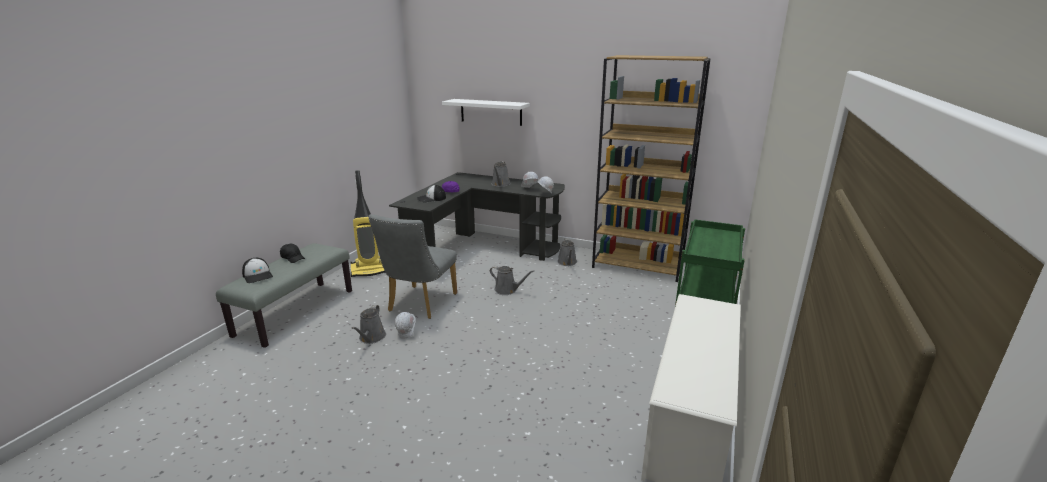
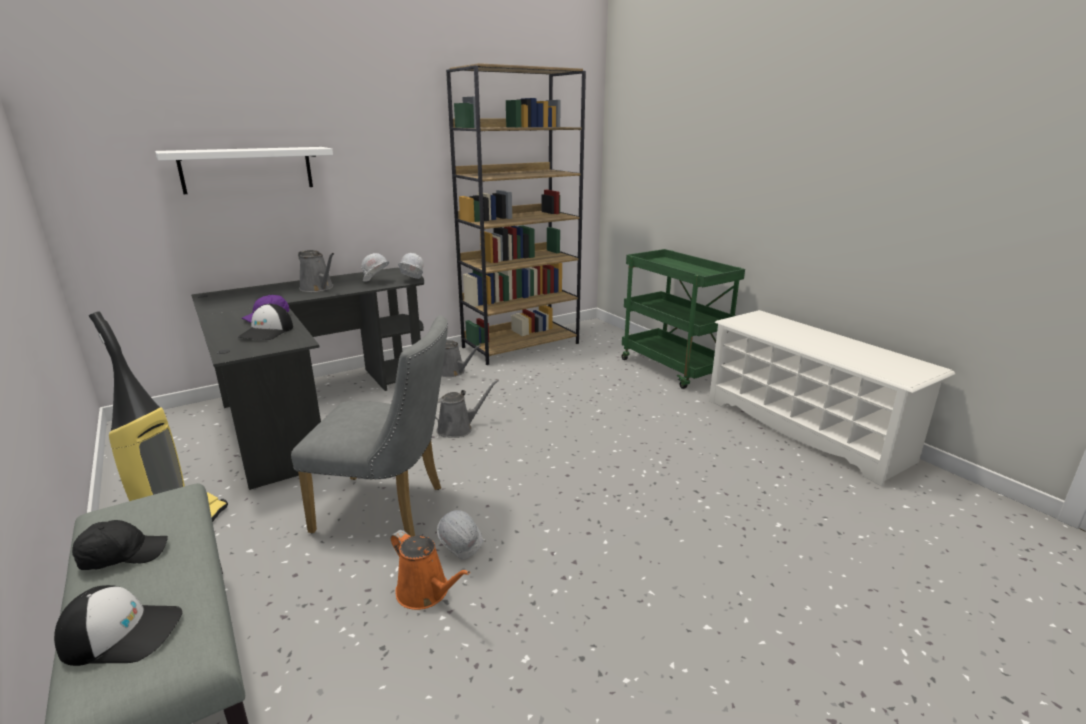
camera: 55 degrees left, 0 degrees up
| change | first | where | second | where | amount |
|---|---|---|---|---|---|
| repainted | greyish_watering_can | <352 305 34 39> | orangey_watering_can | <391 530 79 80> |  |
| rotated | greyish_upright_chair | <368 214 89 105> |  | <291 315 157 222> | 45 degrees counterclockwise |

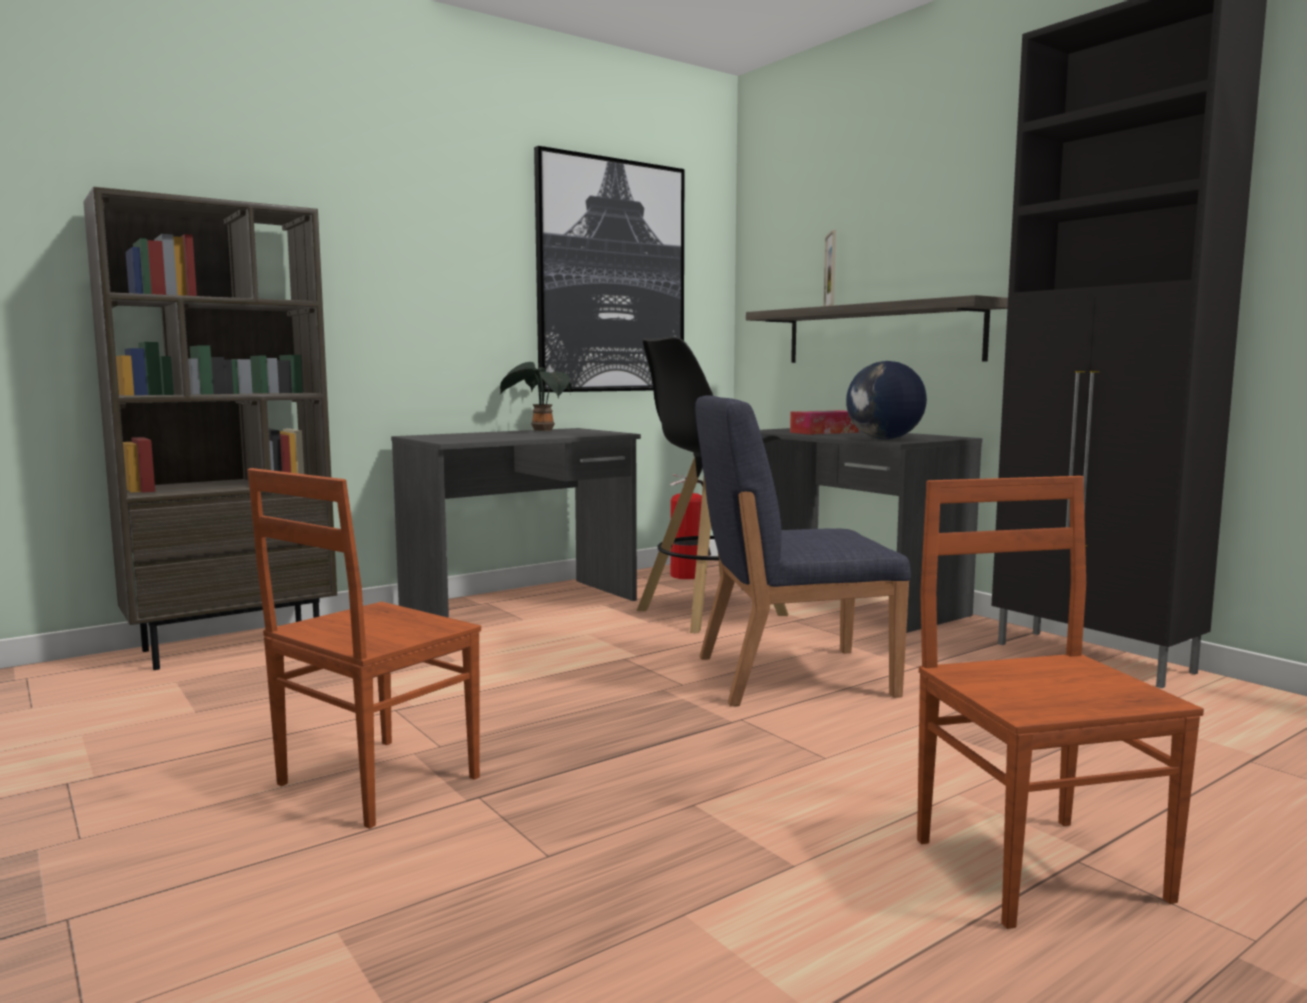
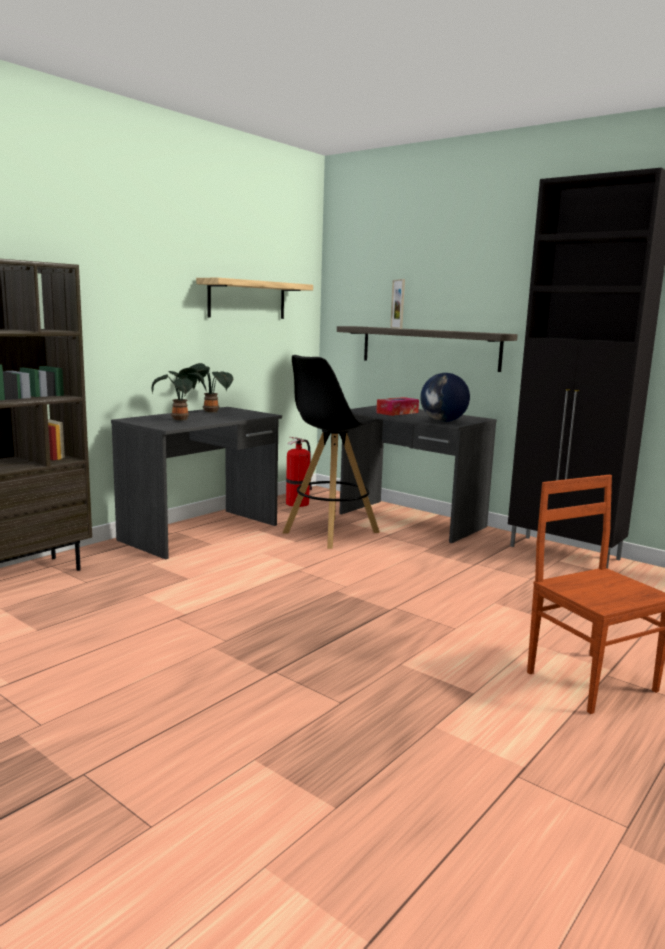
camera: 15 degrees left, 5 degrees up
| change | first | where | second | where | amount |
|---|---|---|---|---|---|
| gone | brownish_upright_chair | <247 468 234 361> |  |  |  |
| swapped | picture | <534 146 150 246> | wall_shelf | <196 278 117 41> |  |
| gone | bluish_upright_chair | <695 395 216 311> |  |  |  |
| new |  |  | potted_plant | <152 368 54 52> |  |

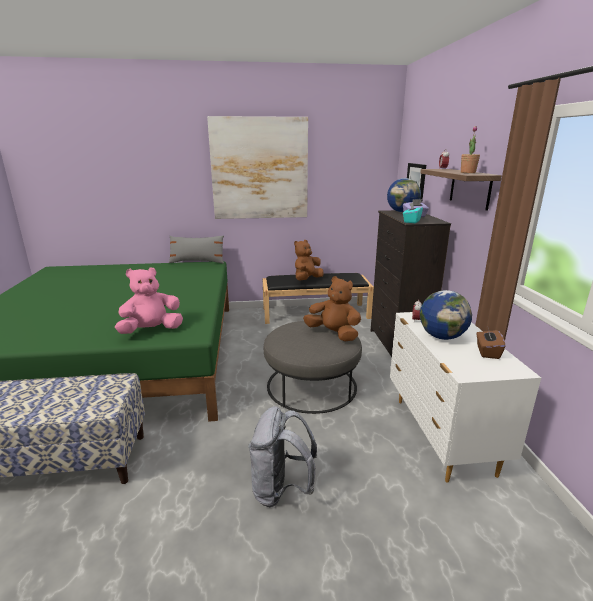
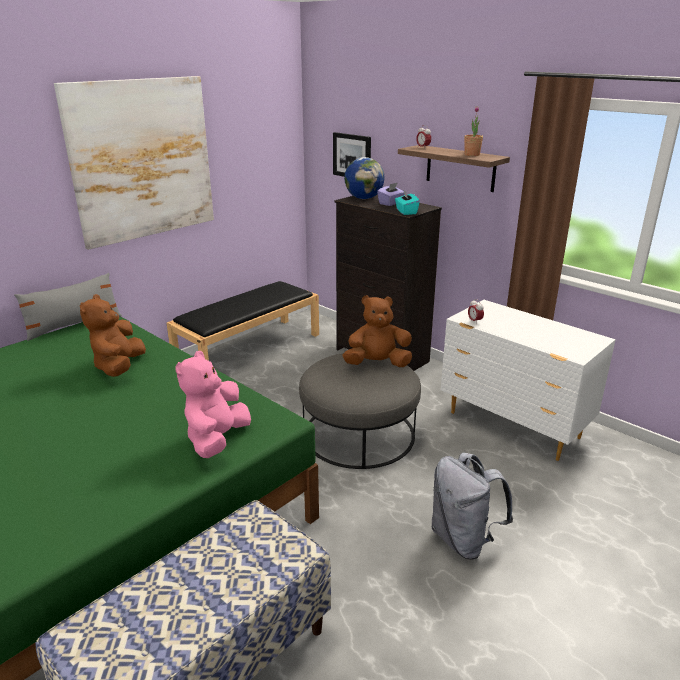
camera: 40 degrees left, 5 degrees up
| change | first | where | second | where | amount |
|---|---|---|---|---|---|
| shifted | brownish_soft_toy | <294 240 30 41> |  | <80 294 66 83> |  |
| gone | globe | <420 290 52 50> |  |  |  |
| gone | brownish_box_of_tissues | <476 329 29 30> |  |  |  |

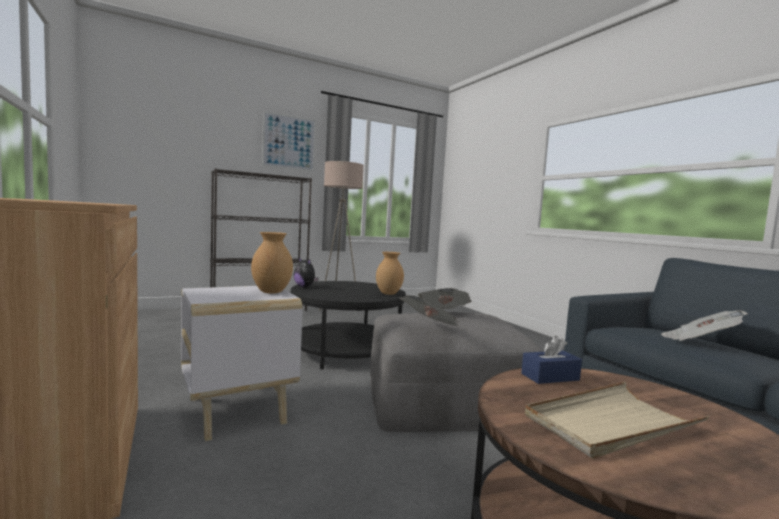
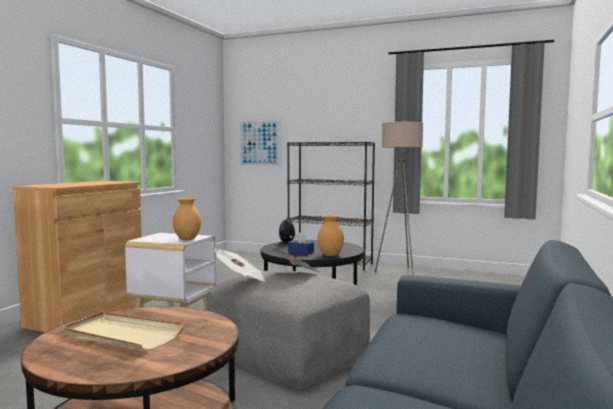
camera: 50 degrees right, 0 degrees up
| change | first | where | second | where | amount |
|---|---|---|---|---|---|
| shifted | picture | <262 111 54 61> |  | <239 120 42 47> |  |
| shifted | bluish_box_of_tissues | <521 336 61 48> |  | <288 232 26 22> |  |
| gone | newspaper | <661 311 87 30> |  |  |  |

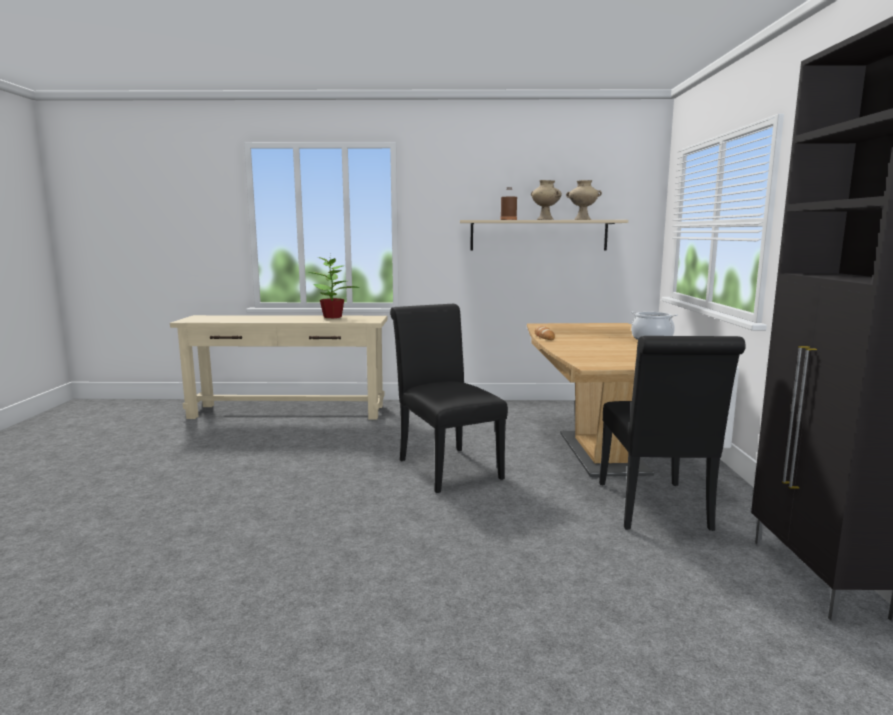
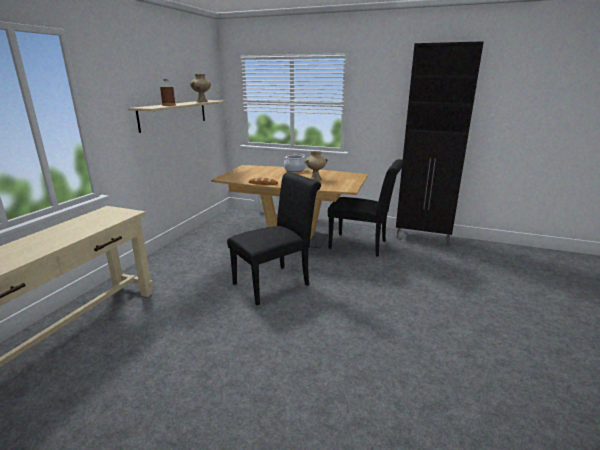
camera: 70 degrees left, 10 degrees up
| change | first | where | second | where | amount |
|---|---|---|---|---|---|
| gone | potted_plant | <307 257 52 61> |  |  |  |
| rotated | blackish_upright_chair | <390 304 118 189> |  | <227 172 94 133> | 150 degrees clockwise |
| shifted | sand-coloured_flower_vase | <531 180 31 40> |  | <304 151 24 29> |  |

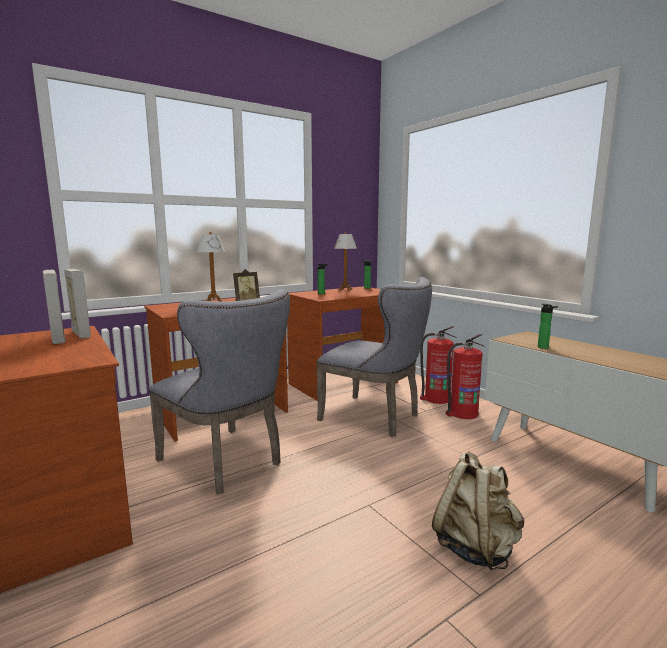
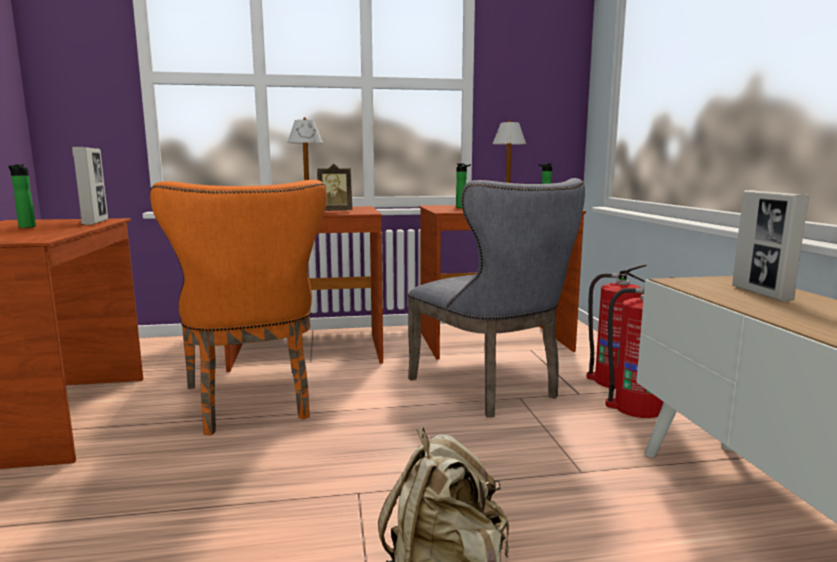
camera: 25 degrees right, 0 degrees up
| change | first | where | second | where | amount |
|---|---|---|---|---|---|
| shifted | photo_frame | <43 270 23 74> |  | <732 190 78 111> |  |
| repainted | greyish_upright_chair | <149 289 141 205> | orangey_upright_chair | <150 180 177 255> |  |
| shifted | beverage_bottle | <538 304 20 45> |  | <8 164 28 64> |  |

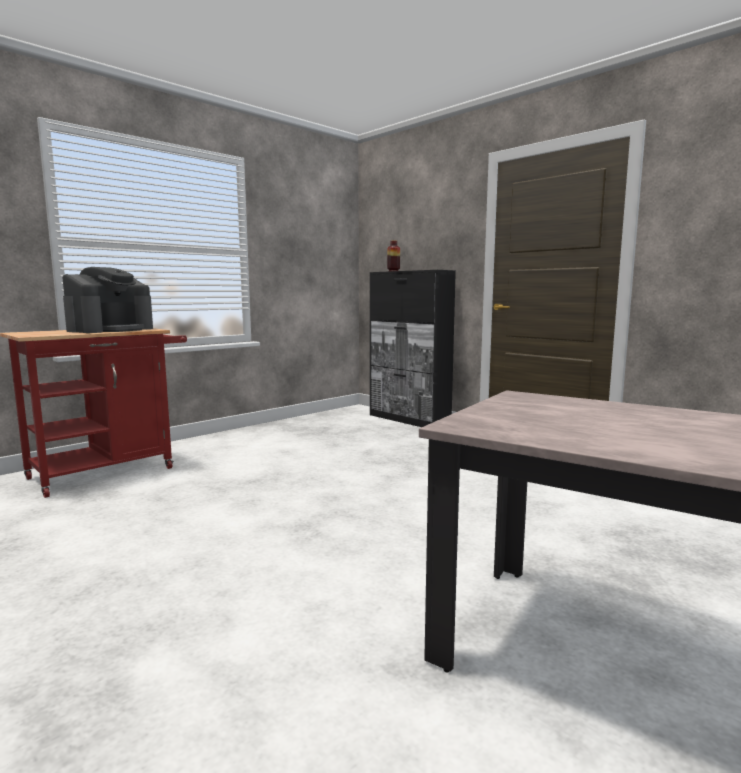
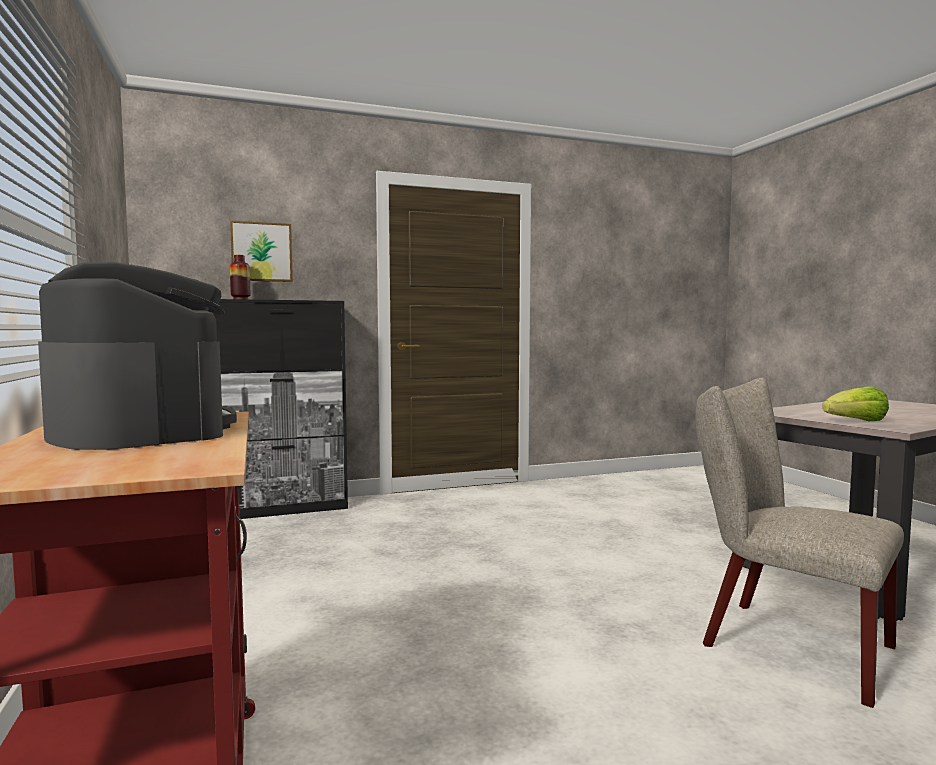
camera: 65 degrees left, 5 degrees down
| change | first | where | second | where | amount |
|---|---|---|---|---|---|
| new |  |  | picture | <230 221 63 61> |  |
| new |  |  | sand-coloured_upright_chair | <696 378 208 330> |  |
| new |  |  | lettuce_head | <822 386 67 35> |  |

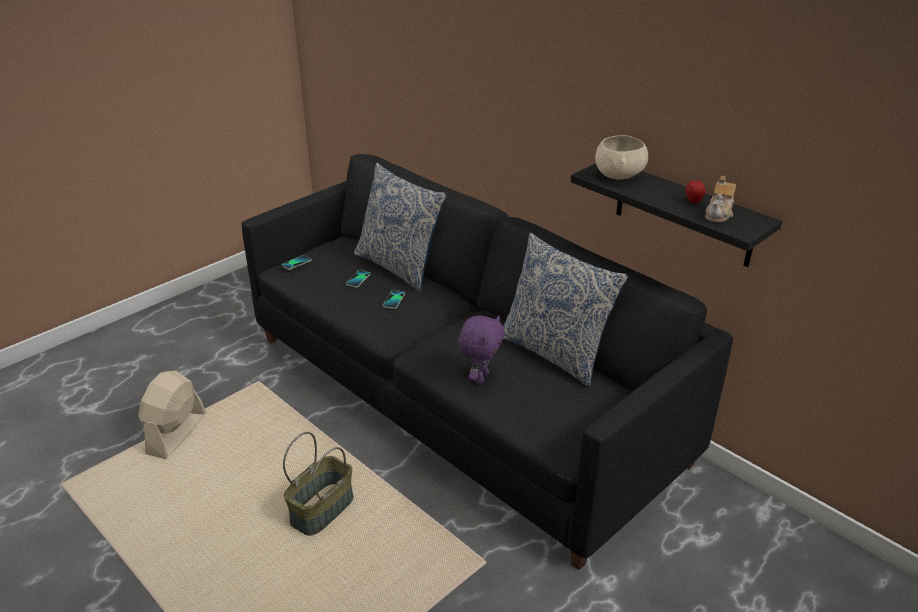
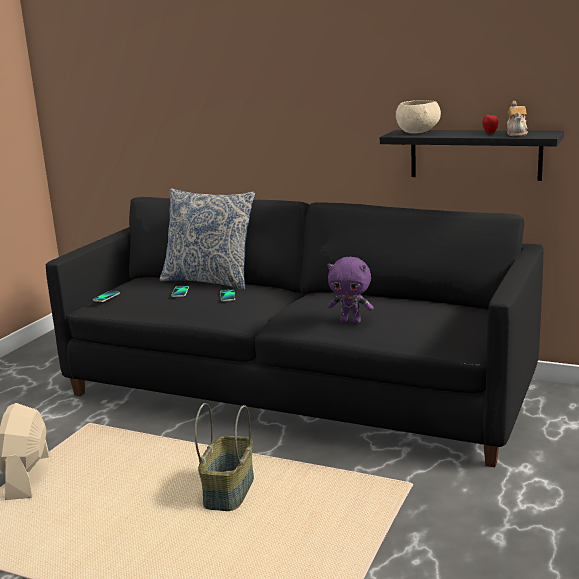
camera: 20 degrees left, 15 degrees down
| change | first | where | second | where | amount |
|---|---|---|---|---|---|
| rotated | purple-coloured_soft_toy | <458 315 47 69> |  | <327 257 47 66> | 105 degrees clockwise |
| gone | cushion | <503 233 125 154> |  |  |  |

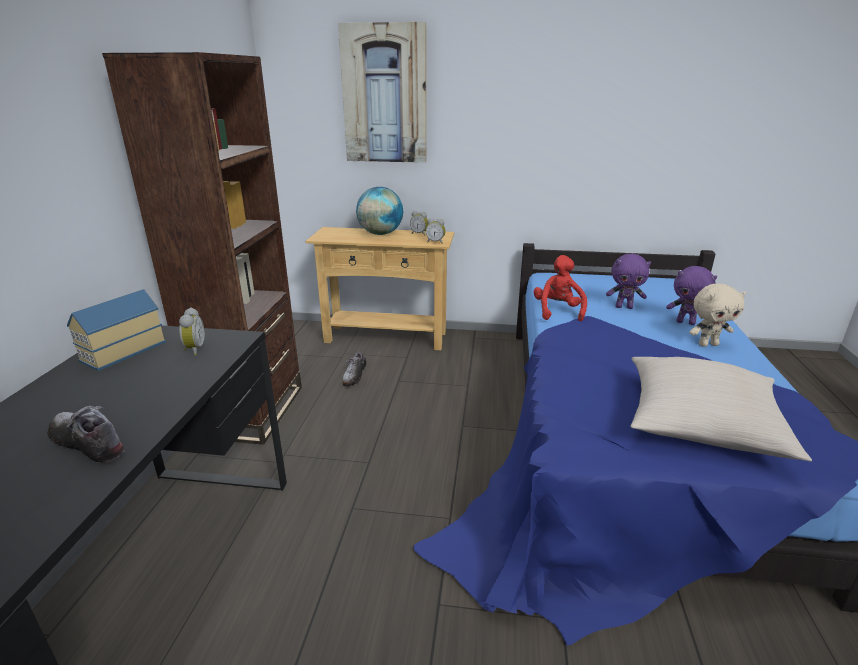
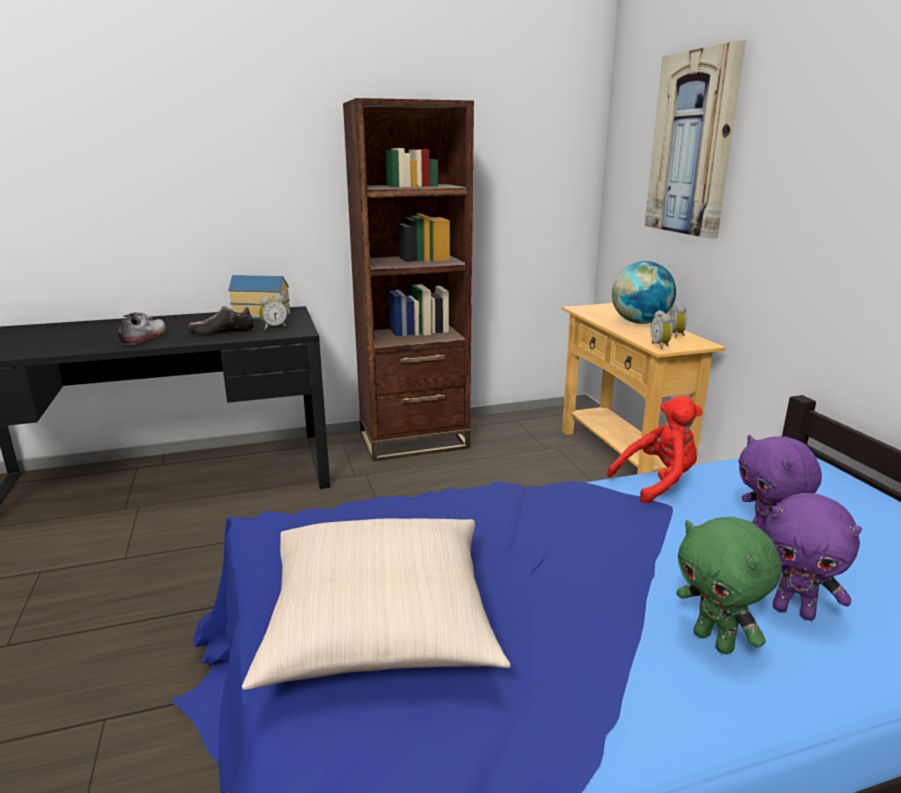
camera: 65 degrees right, 5 degrees down
| change | first | where | second | where | amount |
|---|---|---|---|---|---|
| shifted | shoe | <342 352 24 35> |  | <188 306 67 28> |  |
| rotated | purple-coloured_soft_toy | <666 266 51 59> |  | <765 493 97 128> | 60 degrees counterclockwise |
| repainted | sand-coloured_soft_toy | <689 284 57 63> | greenish_soft_toy | <676 517 106 137> |  |

